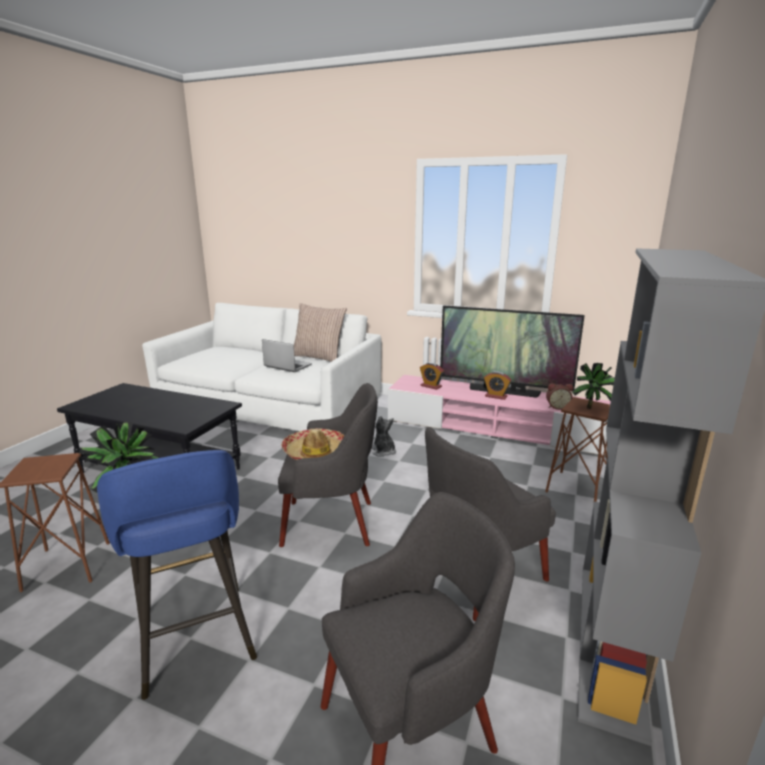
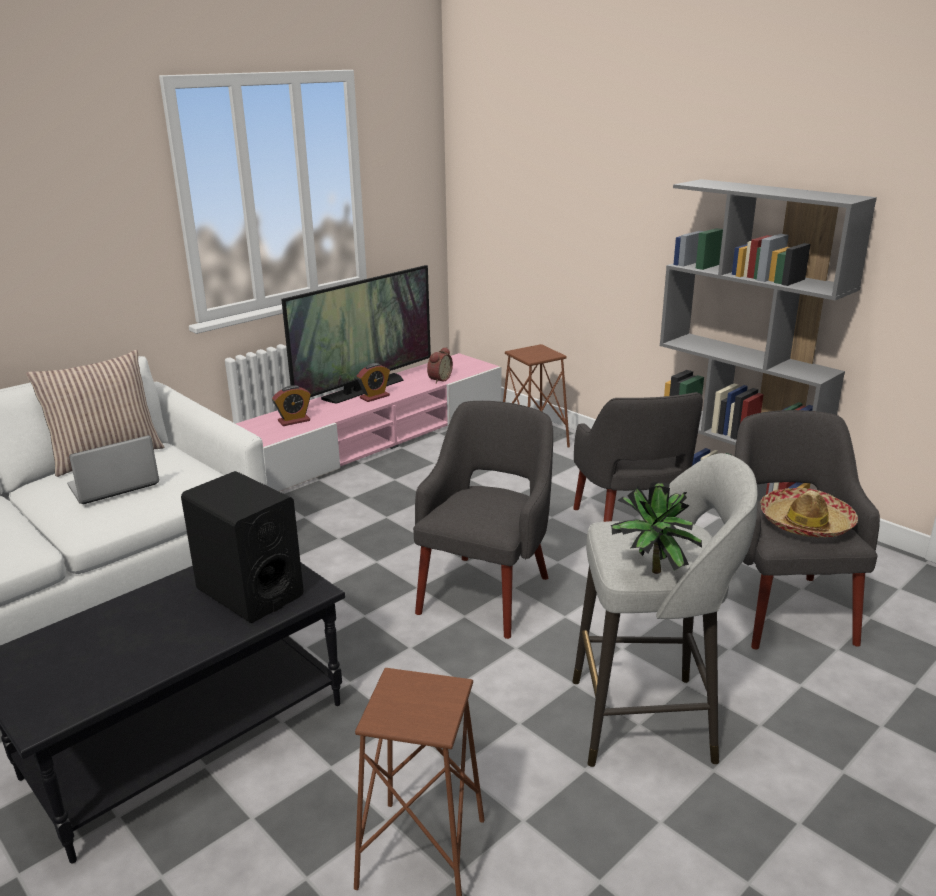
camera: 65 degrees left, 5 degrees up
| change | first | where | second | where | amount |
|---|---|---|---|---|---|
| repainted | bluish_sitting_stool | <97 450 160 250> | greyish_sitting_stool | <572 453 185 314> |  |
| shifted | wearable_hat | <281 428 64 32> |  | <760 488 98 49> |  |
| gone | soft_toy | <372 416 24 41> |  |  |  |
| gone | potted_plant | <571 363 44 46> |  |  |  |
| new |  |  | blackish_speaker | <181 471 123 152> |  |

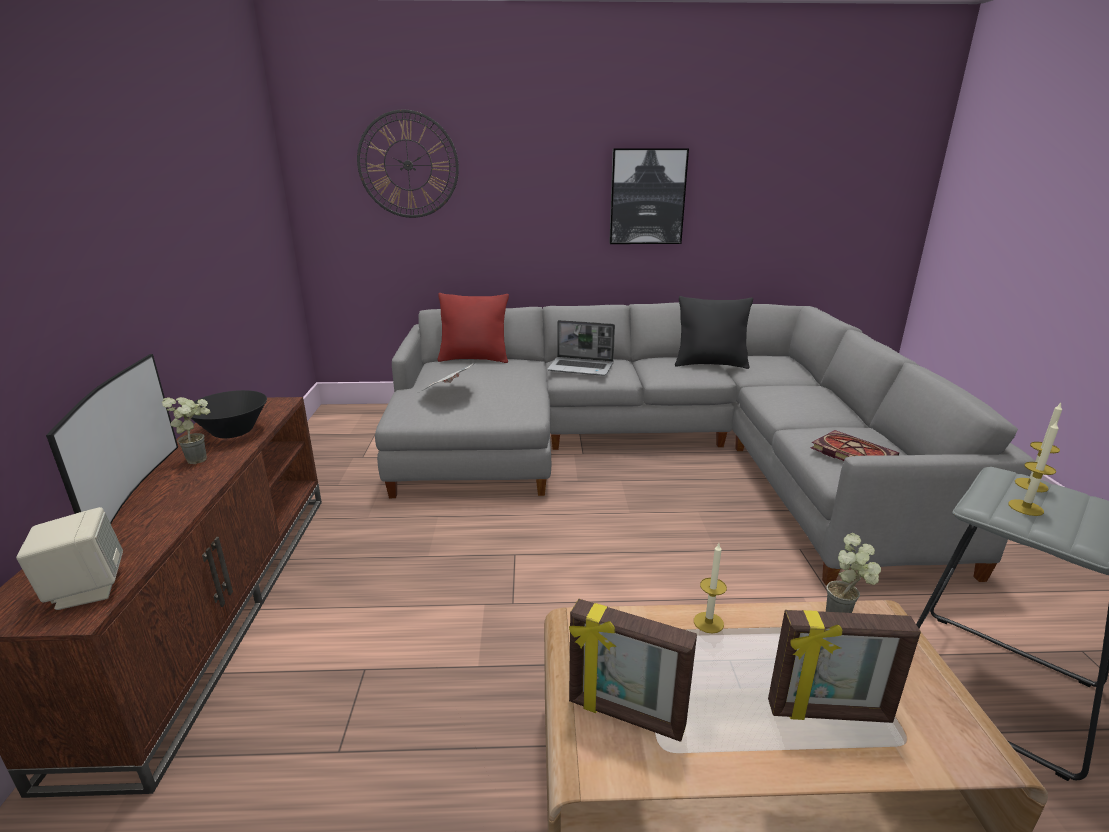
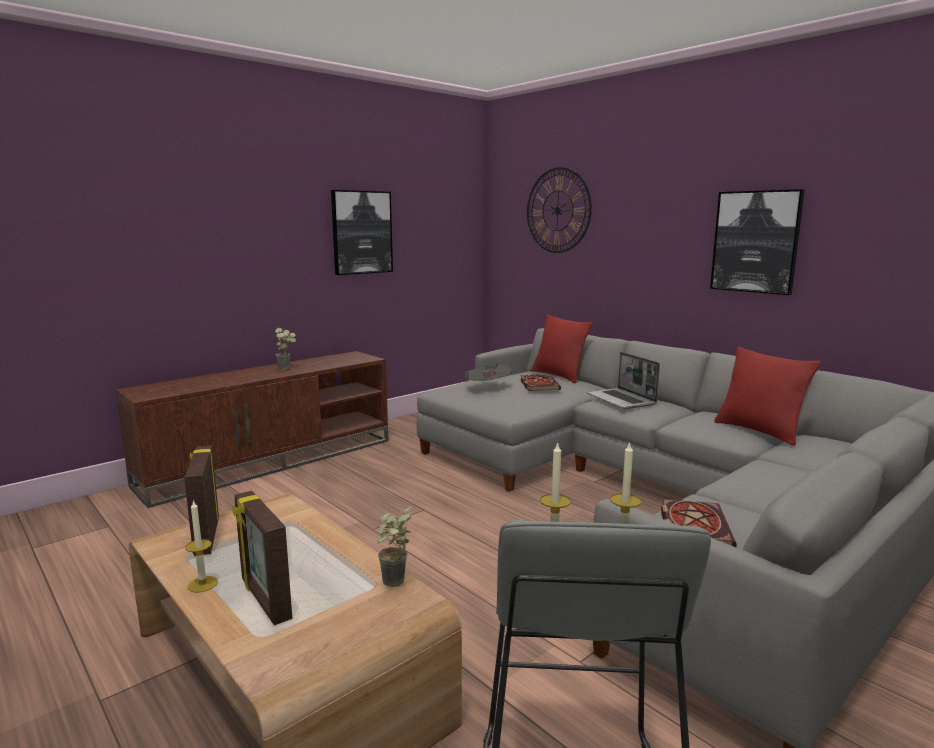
camera: 50 degrees right, 10 degrees down
| change | first | where | second | where | amount |
|---|---|---|---|---|---|
| gone | sand-coloured_speaker | <16 507 107 103> |  |  |  |
| gone | TV_set | <46 354 132 170> |  |  |  |
| gone | blackish_deep_dish | <190 390 77 48> |  |  |  |
| repainted | blackish_cushion | <675 296 78 73> | red-coloured_cushion | <714 347 107 99> |  |
| shifted | candle | <694 543 33 90> |  | <185 500 33 93> |  |
| new |  |  | picture | <331 190 62 85> |  |
| new |  |  | book | <521 374 40 17> |  |

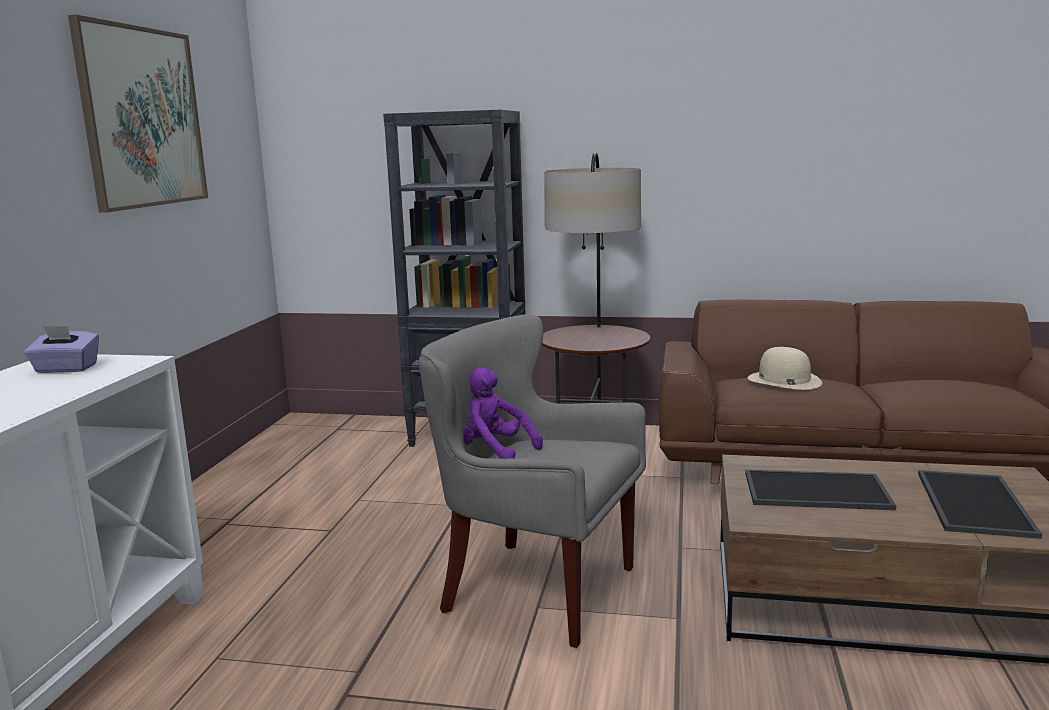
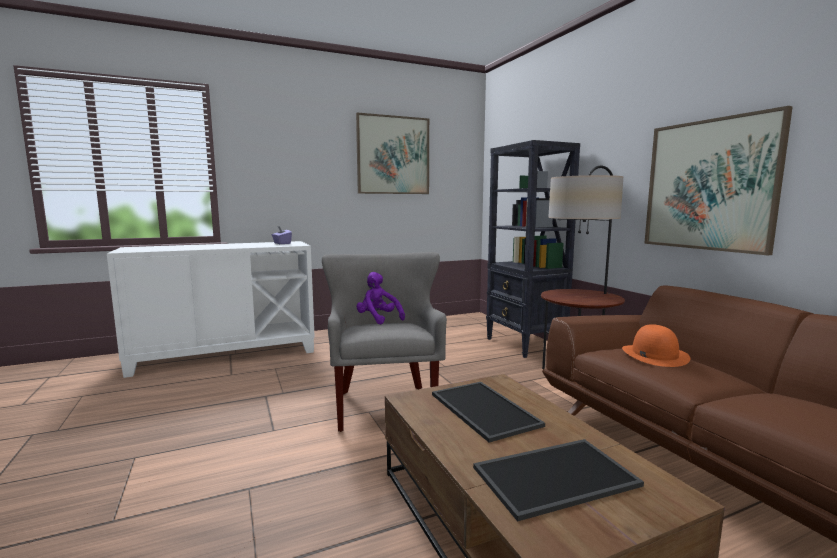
camera: 55 degrees right, 5 degrees down
| change | first | where | second | where | amount |
|---|---|---|---|---|---|
| rotated | purple-coloured_soft_toy | <463 367 80 92> |  | <356 272 49 52> | 45 degrees counterclockwise |
| repainted | sand-coloured_wearable_hat | <748 347 74 43> | orangey_wearable_hat | <622 324 68 43> |  |
| new |  |  | picture | <644 106 149 149> |  |

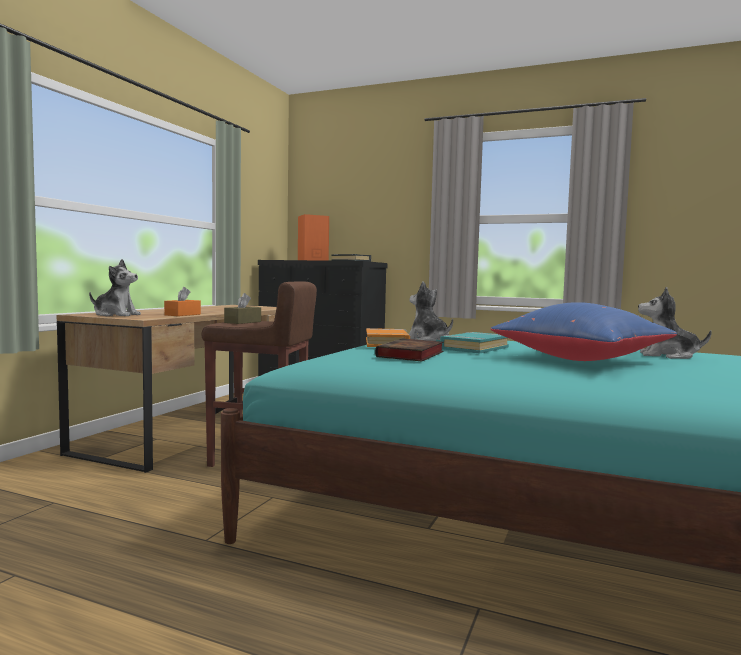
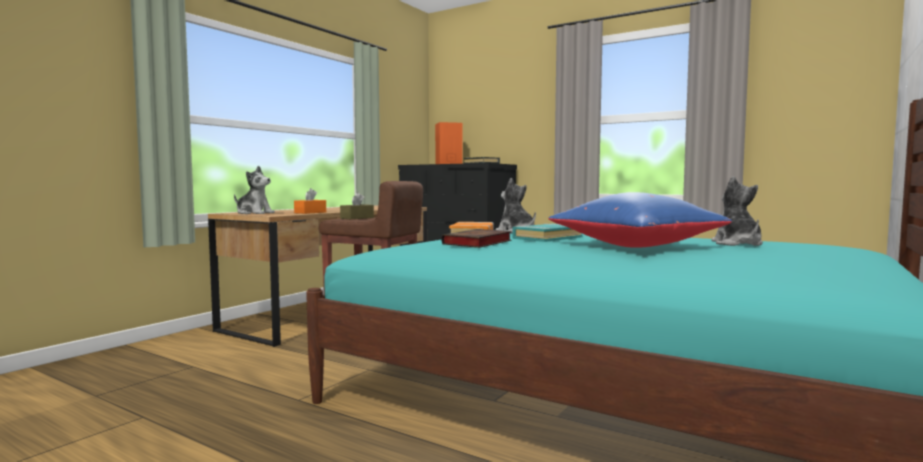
camera: 10 degrees right, 0 degrees up
| change | first | where | second | where | amount |
|---|---|---|---|---|---|
| rotated | soft_toy | <638 287 74 72> |  | <712 176 51 70> | 60 degrees clockwise |

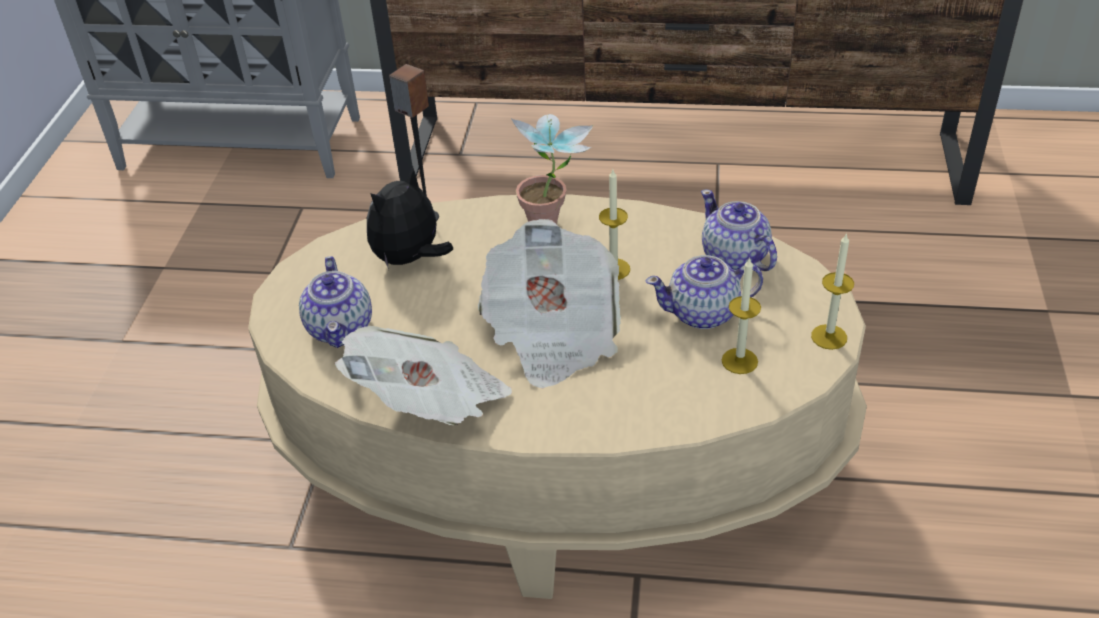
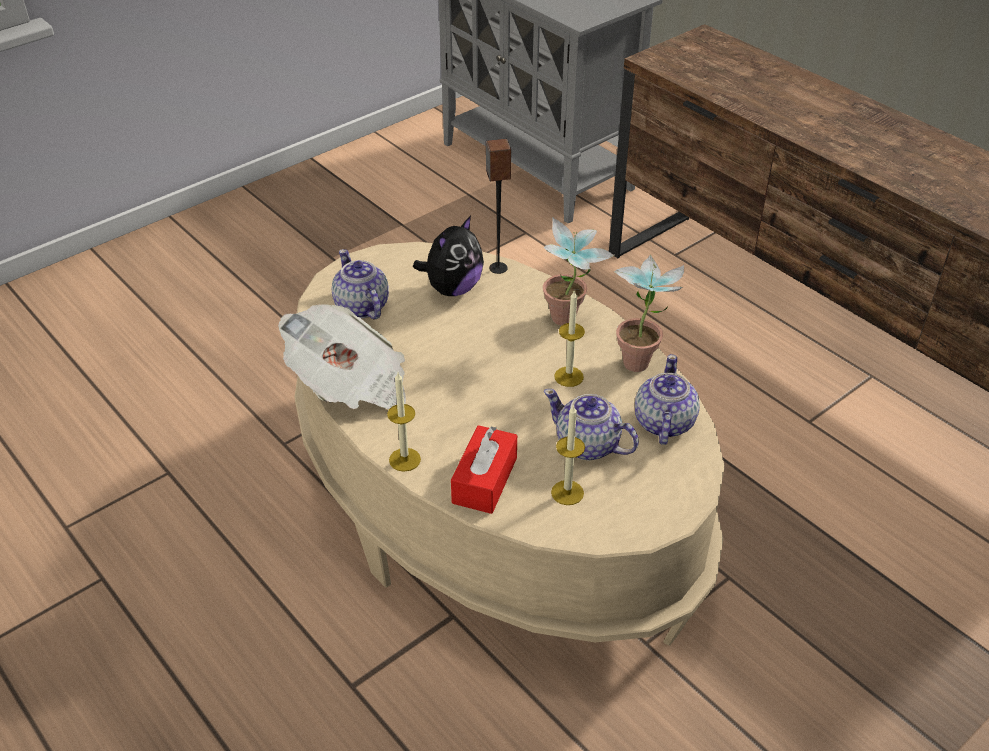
camera: 40 degrees right, 0 degrees up
| change | first | where | second | where | amount |
|---|---|---|---|---|---|
| rotated | pot_for_tea | <299 256 73 92> |  | <332 249 57 71> | 120 degrees clockwise |
| rotated | soft_toy | <367 167 86 103> |  | <413 215 71 81> | 135 degrees clockwise |
| gone | newspaper | <477 219 144 169> |  |  |  |
| shifted | candle | <811 233 43 117> |  | <387 373 34 99> |  |
| new |  |  | red-coloured_box_of_tissues | <451 425 66 89> |  |
| new |  |  | potted_plant | <614 255 70 117> |  |

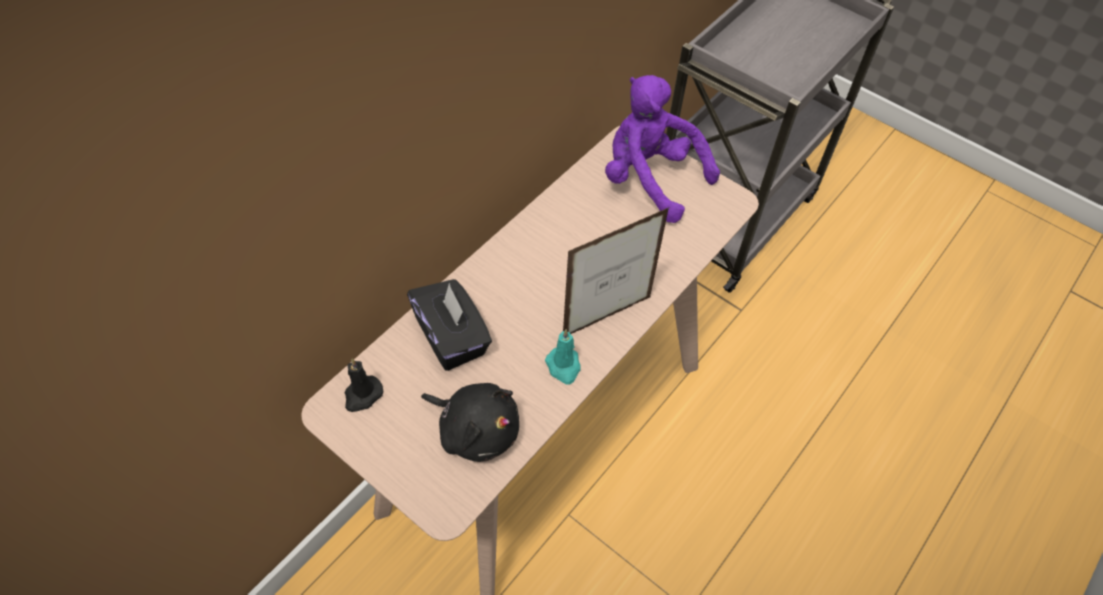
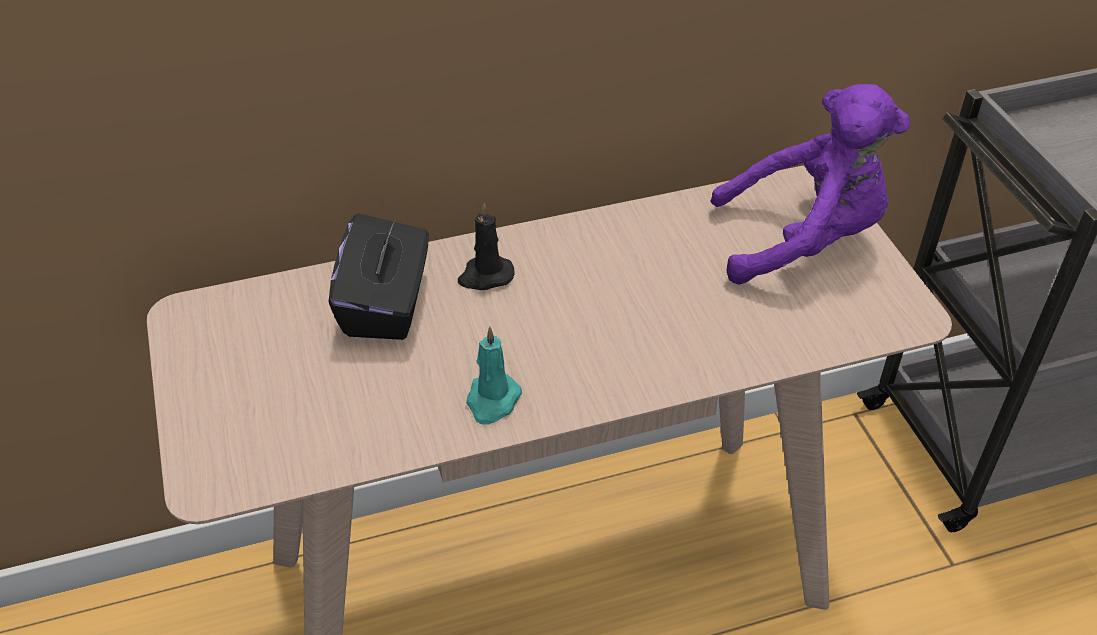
camera: 35 degrees right, 10 degrees down
| change | first | where | second | where | amount |
|---|---|---|---|---|---|
| shifted | blackish_candle | <345 358 38 54> |  | <458 203 57 87> |  |
| gone | blackish_soft_toy | <421 383 98 79> |  |  |  |
| gone | photo_frame | <563 208 106 126> |  |  |  |
| rotated | purple-coloured_soft_toy | <605 75 115 148> |  | <710 84 200 201> | 105 degrees clockwise |

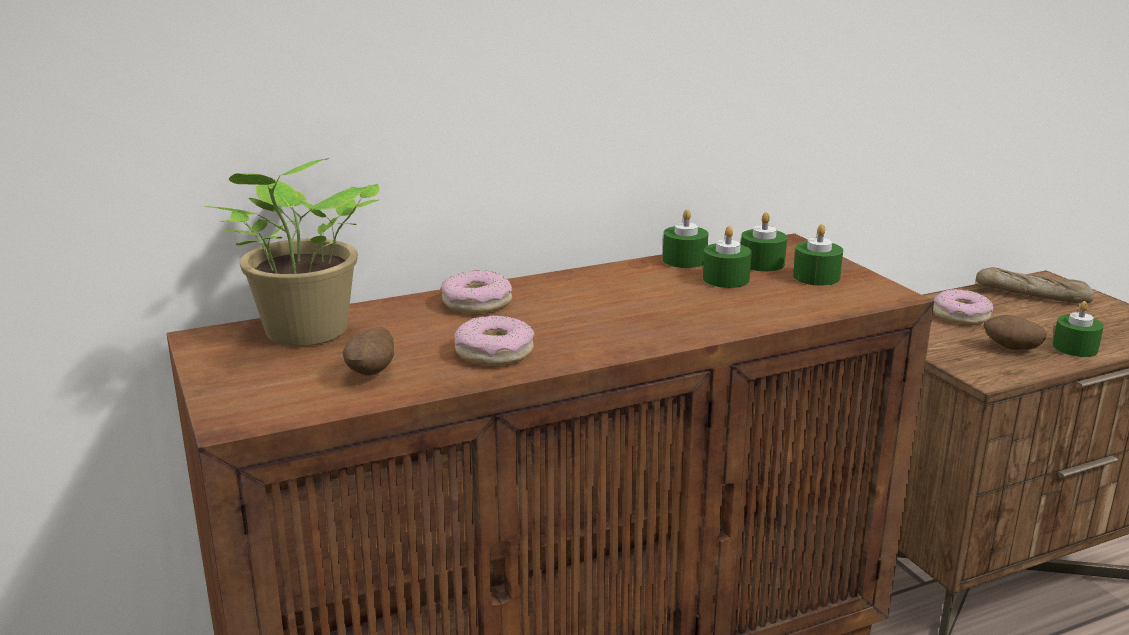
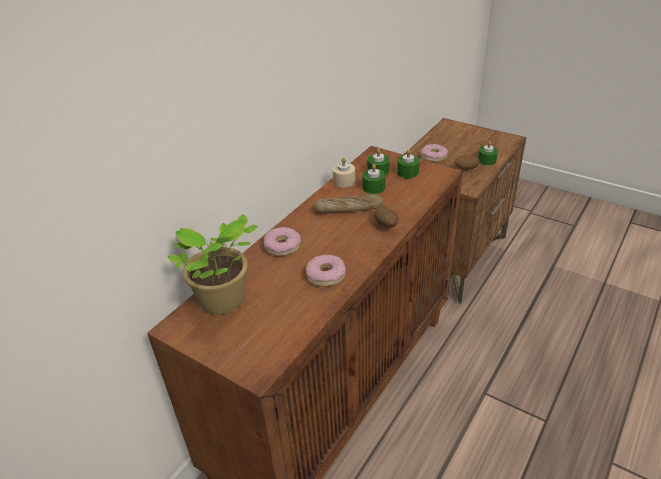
camera: 30 degrees left, 15 degrees up
| change | first | where | second | where | amount |
|---|---|---|---|---|---|
| shifted | potato | <343 327 51 49> |  | <374 205 24 23> |  |
| repainted | greenish_candle | <663 209 46 59> | sand-coloured_candle | <333 158 22 29> |  |
| shifted | bread | <976 267 118 36> |  | <313 194 71 18> |  |

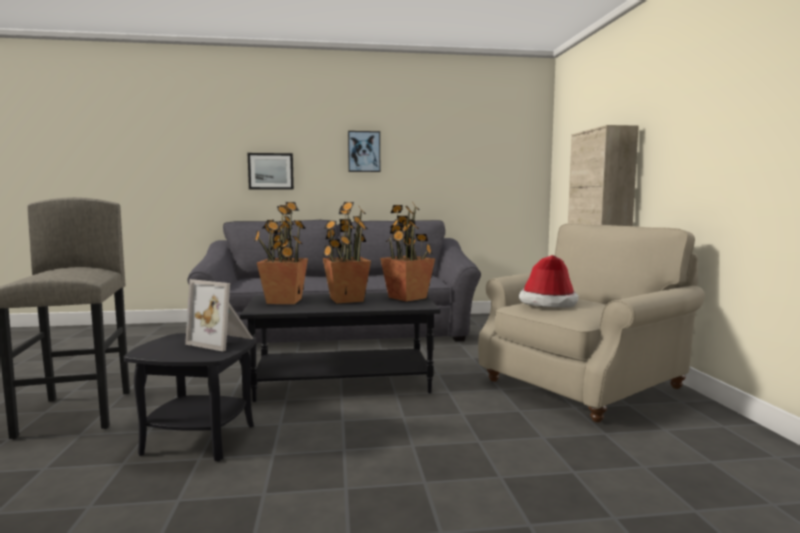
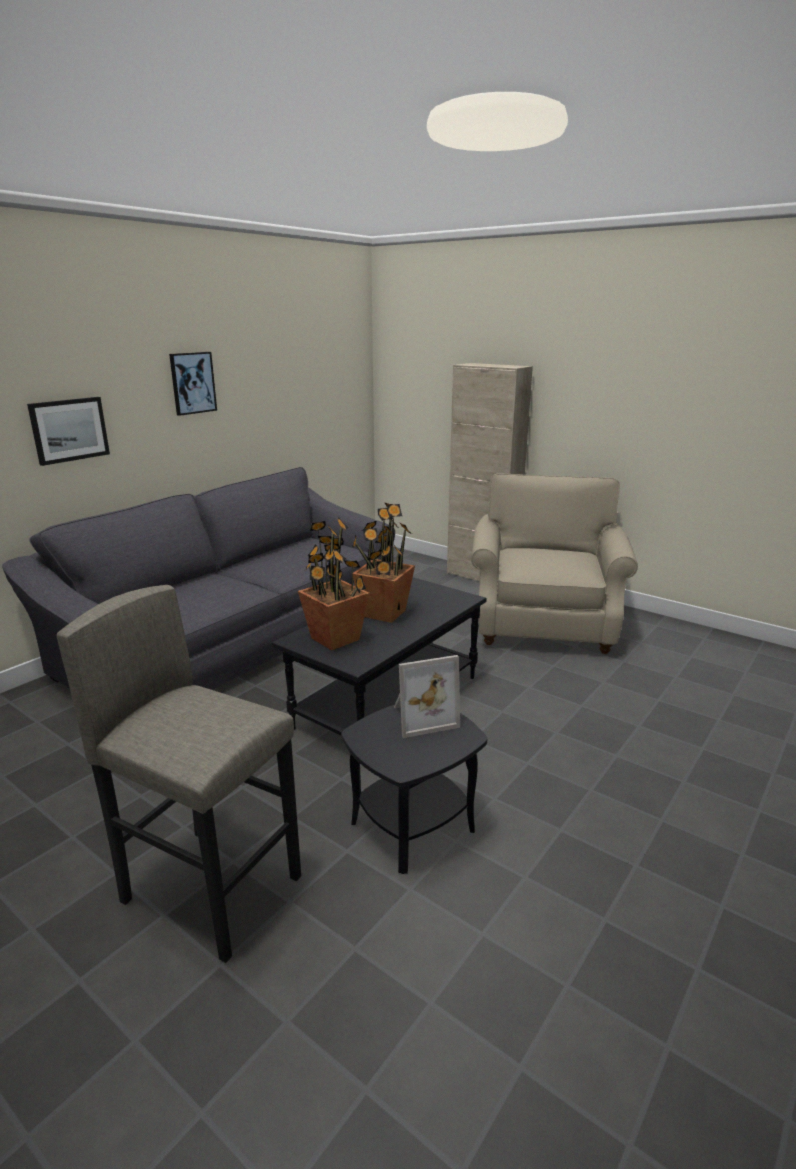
camera: 45 degrees left, 15 degrees up
| change | first | where | second | where | amount |
|---|---|---|---|---|---|
| gone | potted_plant | <380 202 55 100> |  |  |  |
| gone | wearable_hat | <519 255 60 53> |  |  |  |

